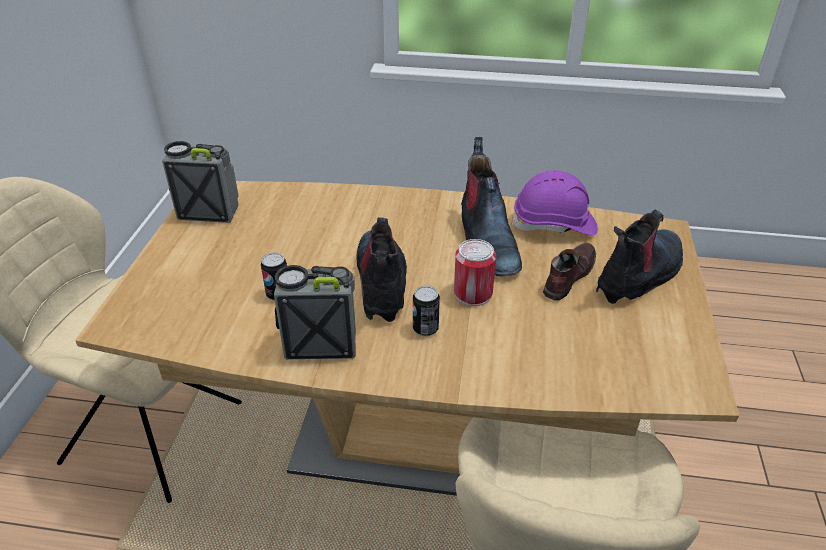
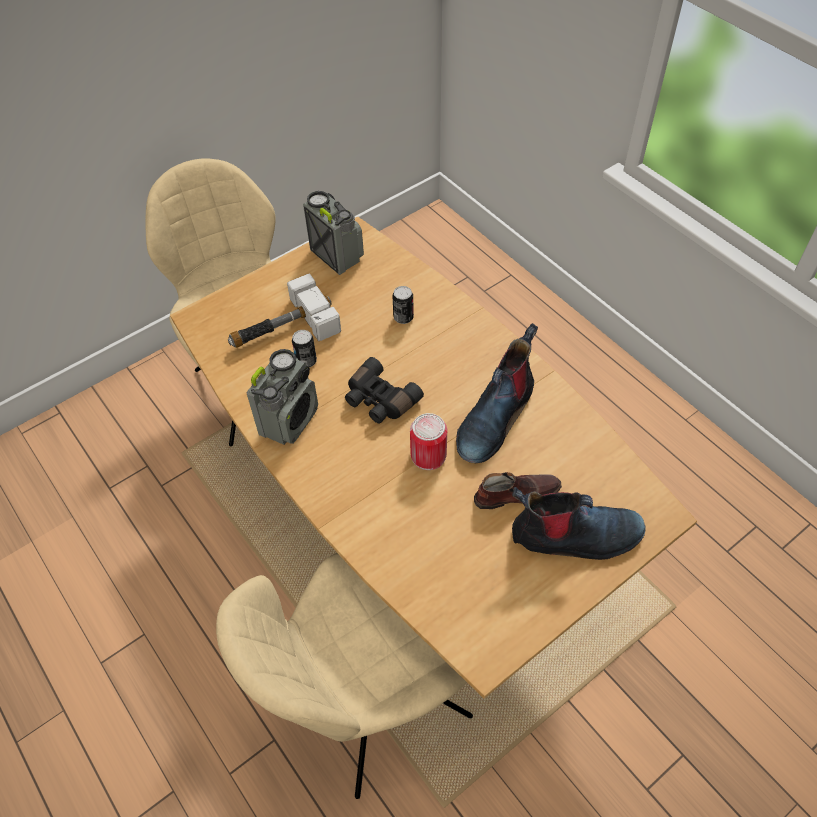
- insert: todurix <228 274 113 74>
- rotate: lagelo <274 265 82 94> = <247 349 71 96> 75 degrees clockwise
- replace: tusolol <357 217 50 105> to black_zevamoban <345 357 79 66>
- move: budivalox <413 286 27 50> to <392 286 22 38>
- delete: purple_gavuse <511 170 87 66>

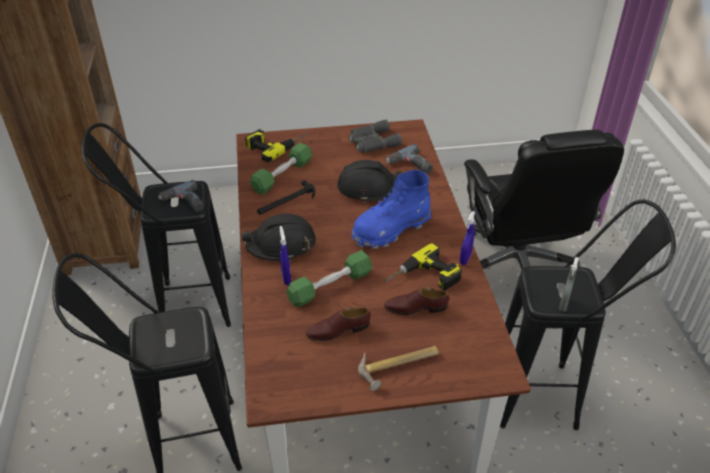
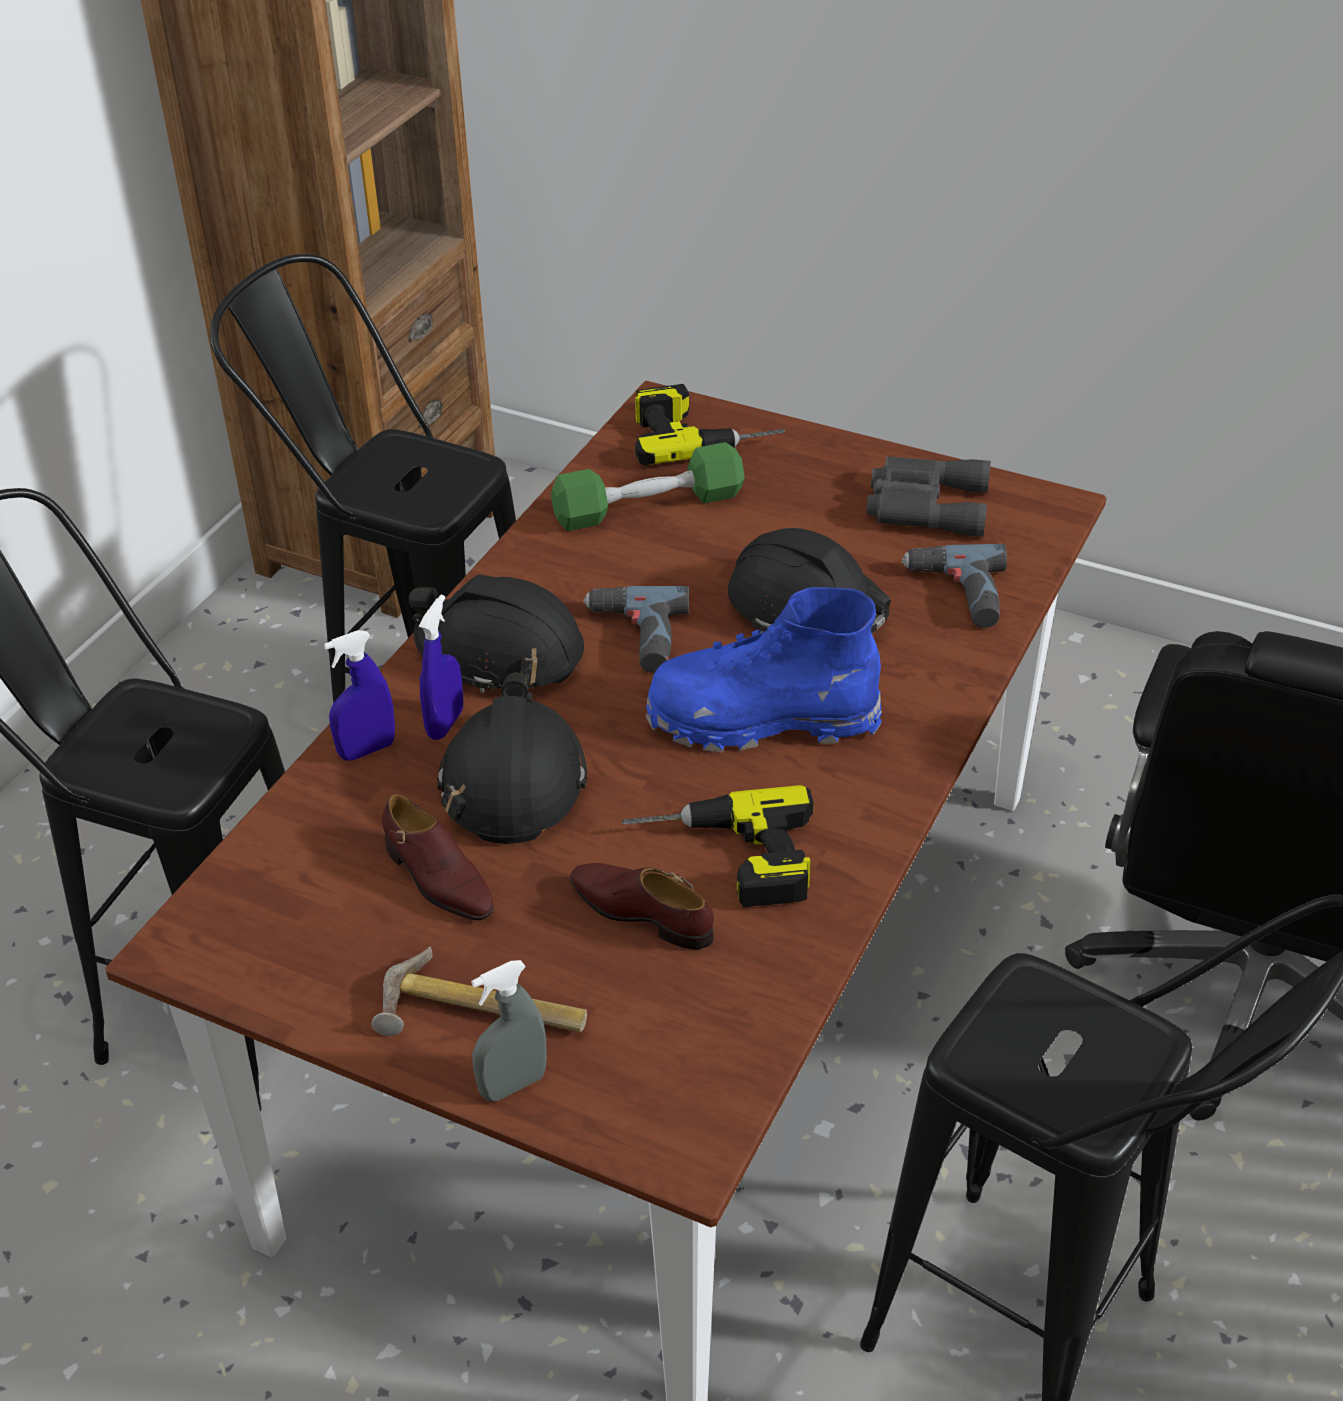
- move: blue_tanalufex <460 211 15 54> to <324 630 71 130>
- rotate: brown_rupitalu <306 307 65 34> = <382 794 112 126> 150 degrees counterclockwise
- replace: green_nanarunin <286 250 86 57> to black_gavuse <437 672 150 172>
- move: grey_tanalufex <559 257 20 55> to <471 960 76 141>
- move: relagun <159 180 45 32> to <583 586 106 87>
- delete: todurix <257 180 58 35>

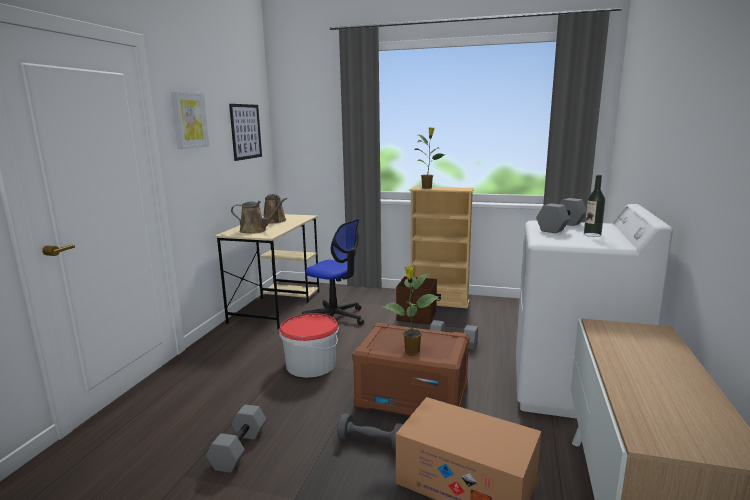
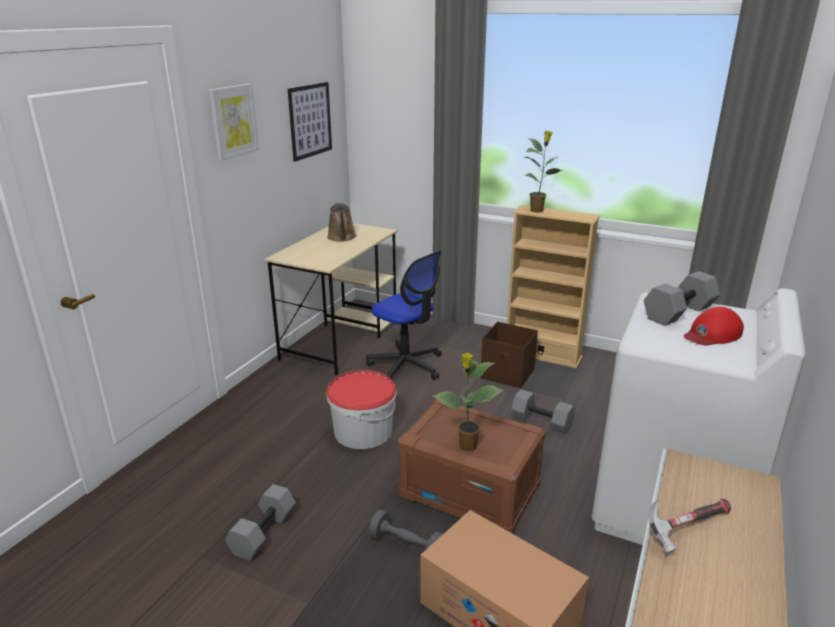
- insert: todurix <649 499 82 55>
- replace: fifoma <584 175 21 62> to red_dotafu <684 306 60 39>
- delete: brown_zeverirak <231 198 56 36>

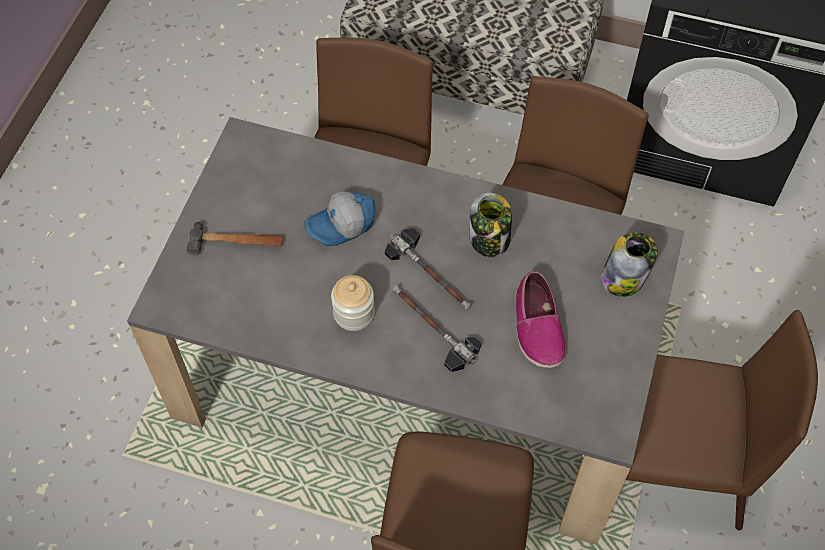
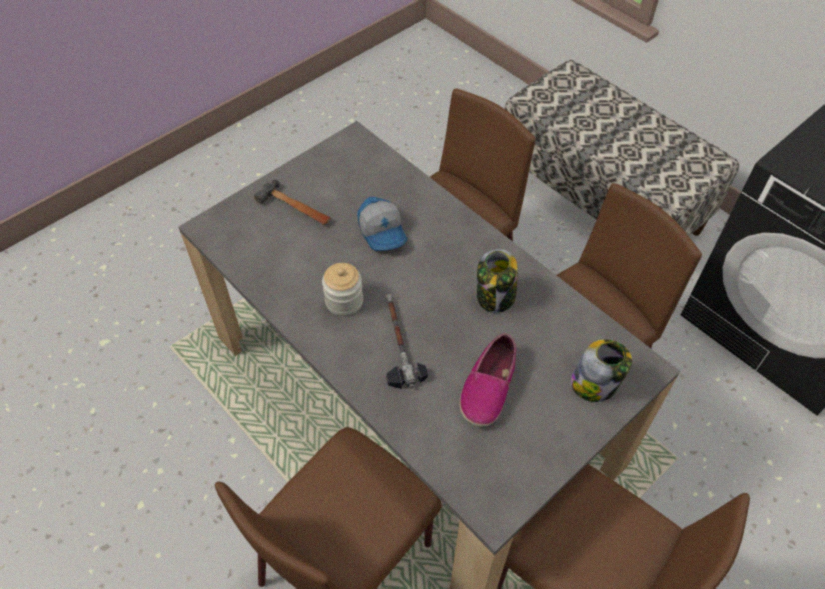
- rotate: dotafu <304 191 72 55> = <357 197 51 54> 120 degrees counterclockwise
- delete: todurix <385 228 87 82>

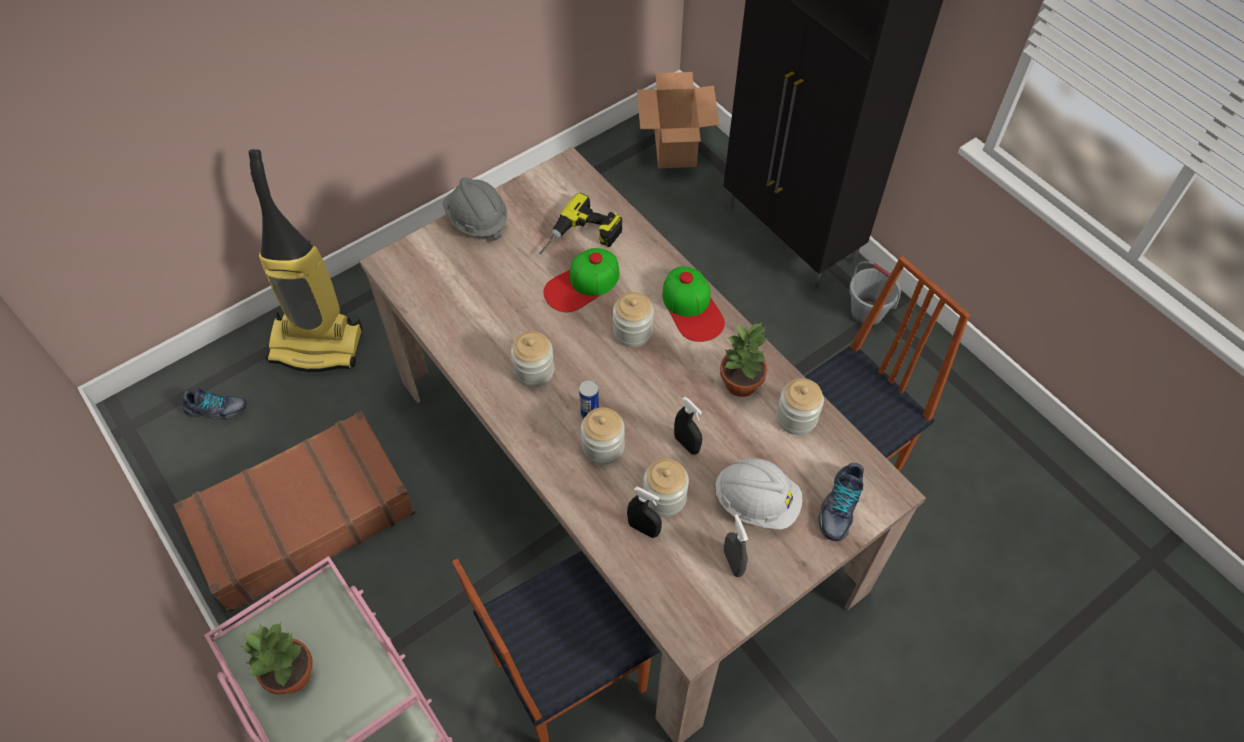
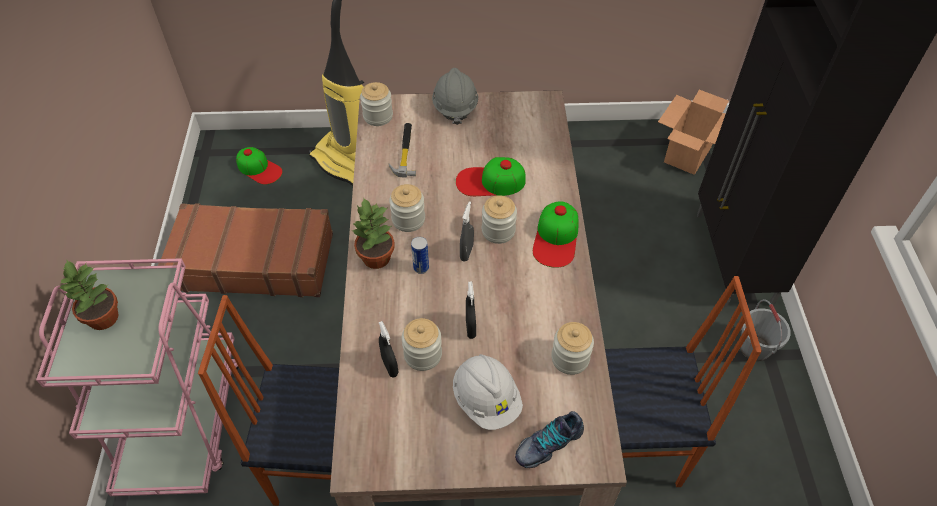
- replace: rupitalu <182 389 64 31> to dotafu <236 147 46 38>
- move: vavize <720 322 48 75> to <351 199 44 70>
- move: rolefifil <581 407 44 58> to <360 82 33 44>
- insert: todurix <389 123 27 55>
- move: grey_tanalufex <724 514 24 63> to <460 201 14 60>
- delete: relagun <539 193 83 62>

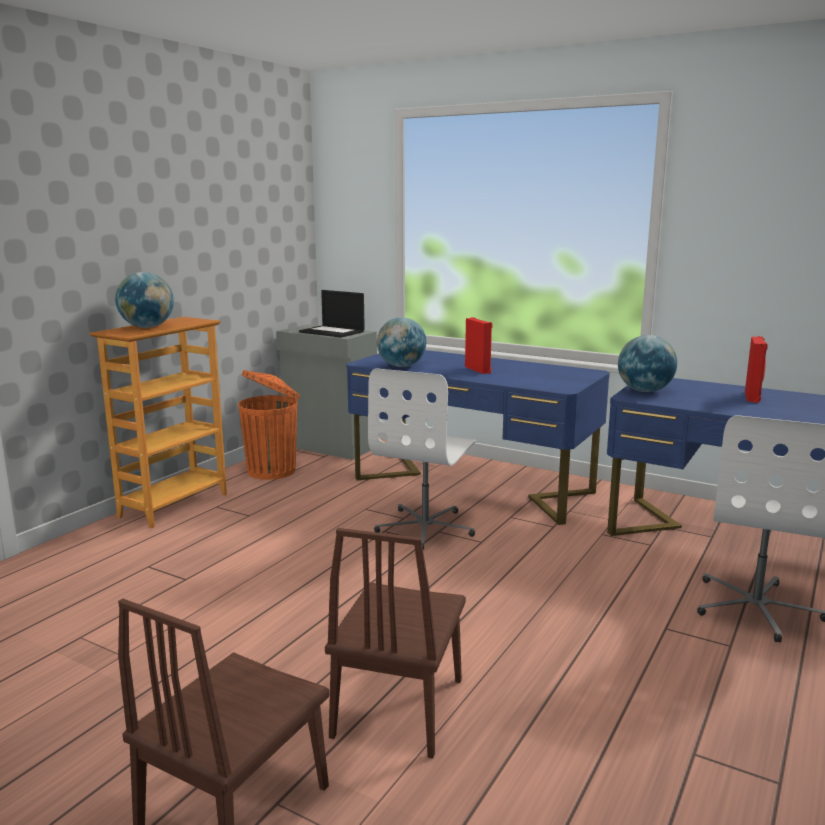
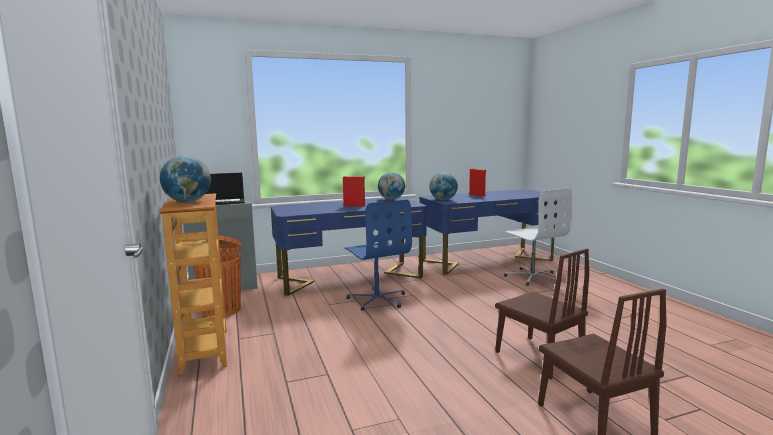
- recolor: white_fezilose <368 368 109 182> to blue_fezilose <344 200 68 111>
- move: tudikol <377 317 49 50> to <378 172 27 28>

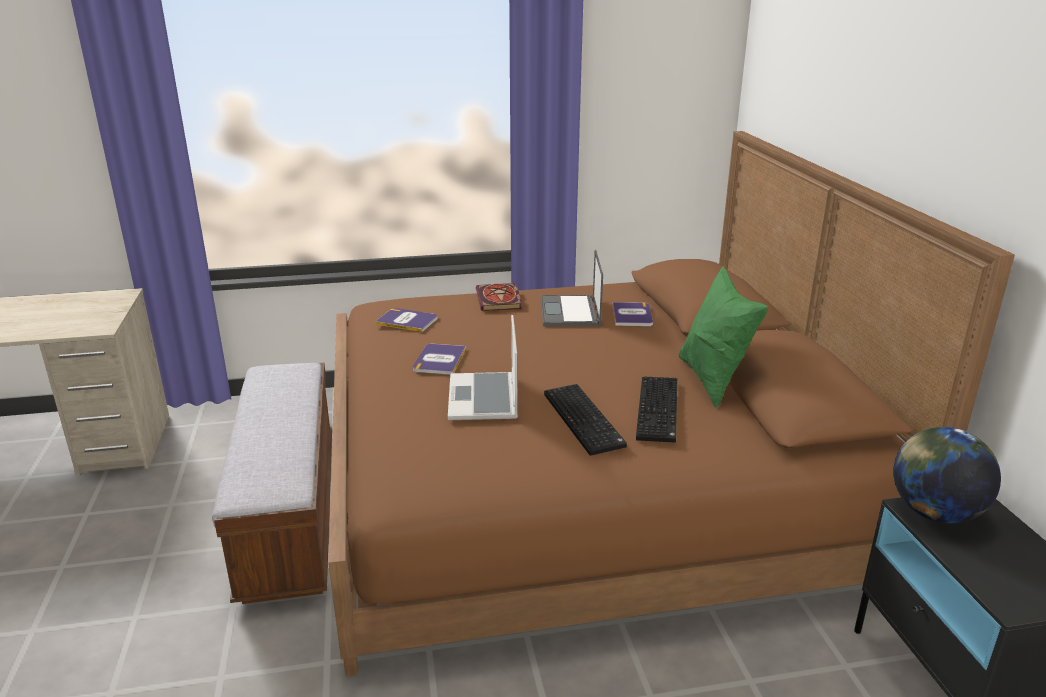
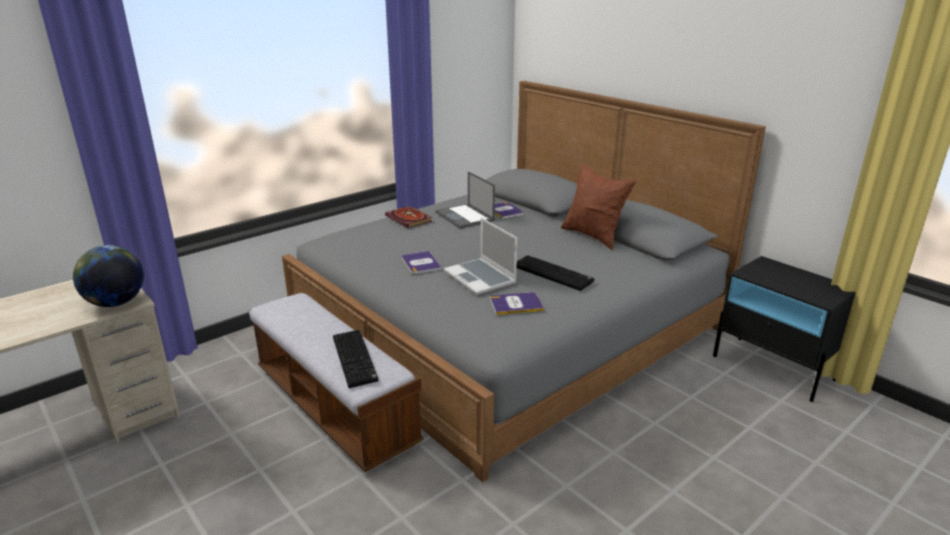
- move: tudikol <893 427 108 97> to <73 245 71 62>
- recolor: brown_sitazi <328 131 687 545> to grey_sitazi <282 81 484 401>
- move: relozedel <636 377 41 65> to <333 330 45 58>
- move: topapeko <375 308 63 24> to <490 292 54 23>
- recolor: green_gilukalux <678 266 90 142> to brown_gilukalux <561 164 75 86>

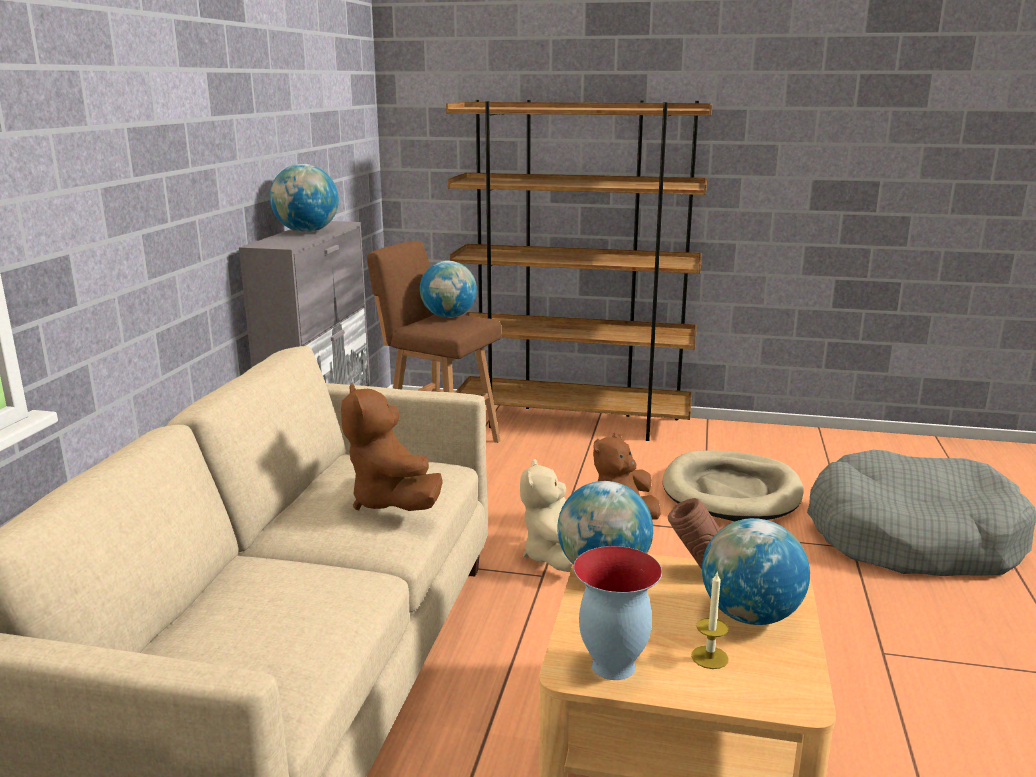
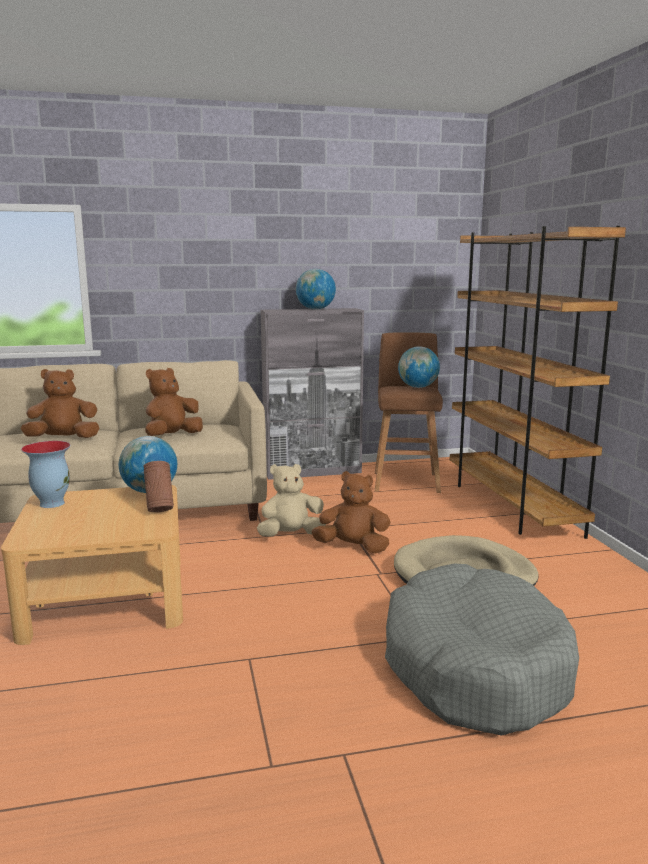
- insert: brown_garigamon <21 369 79 69>
- delete: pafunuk <691 571 38 98>
- delete: tudikol <702 518 108 107>

